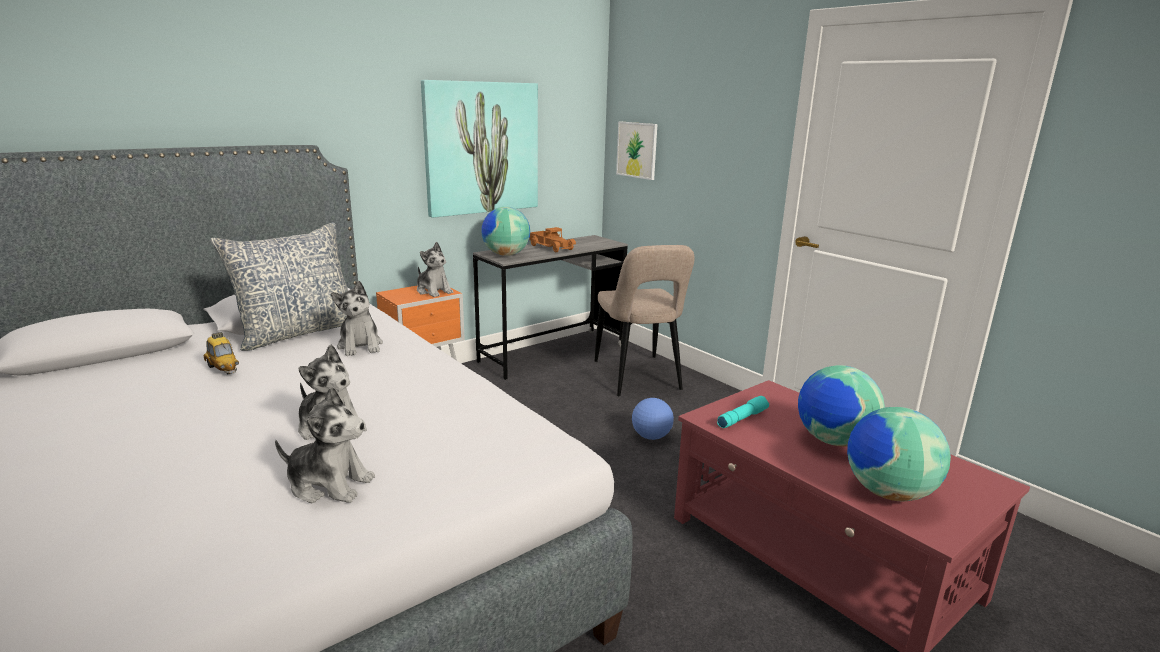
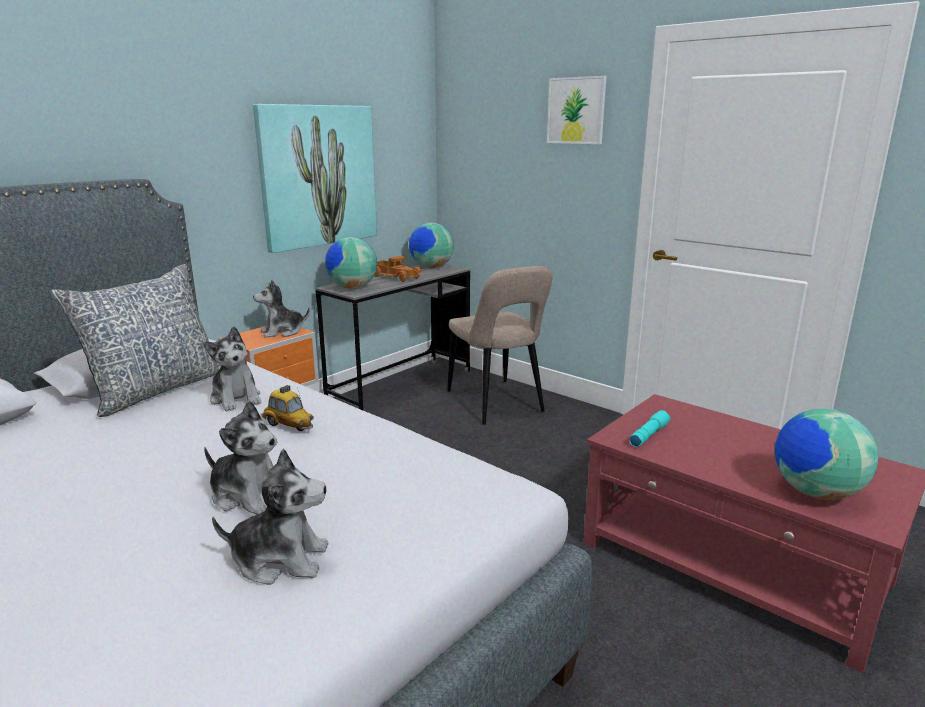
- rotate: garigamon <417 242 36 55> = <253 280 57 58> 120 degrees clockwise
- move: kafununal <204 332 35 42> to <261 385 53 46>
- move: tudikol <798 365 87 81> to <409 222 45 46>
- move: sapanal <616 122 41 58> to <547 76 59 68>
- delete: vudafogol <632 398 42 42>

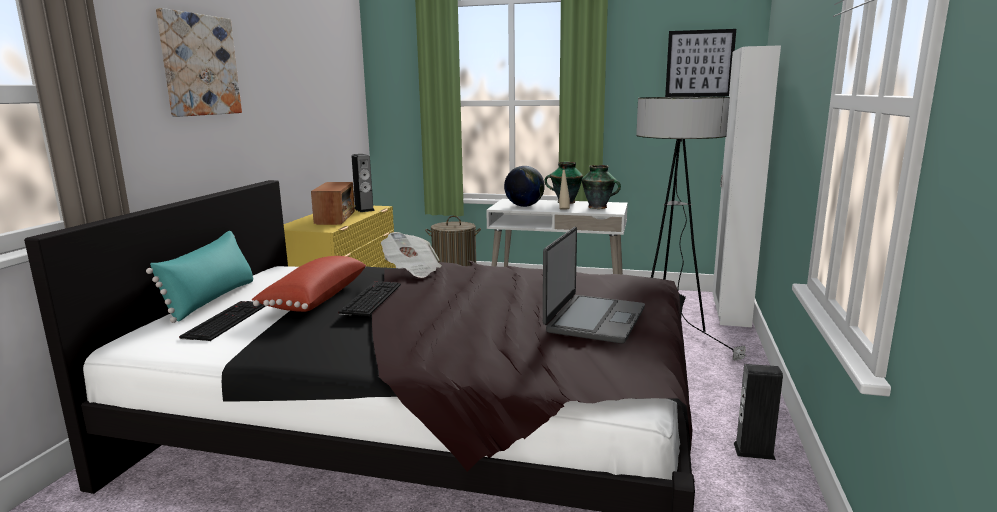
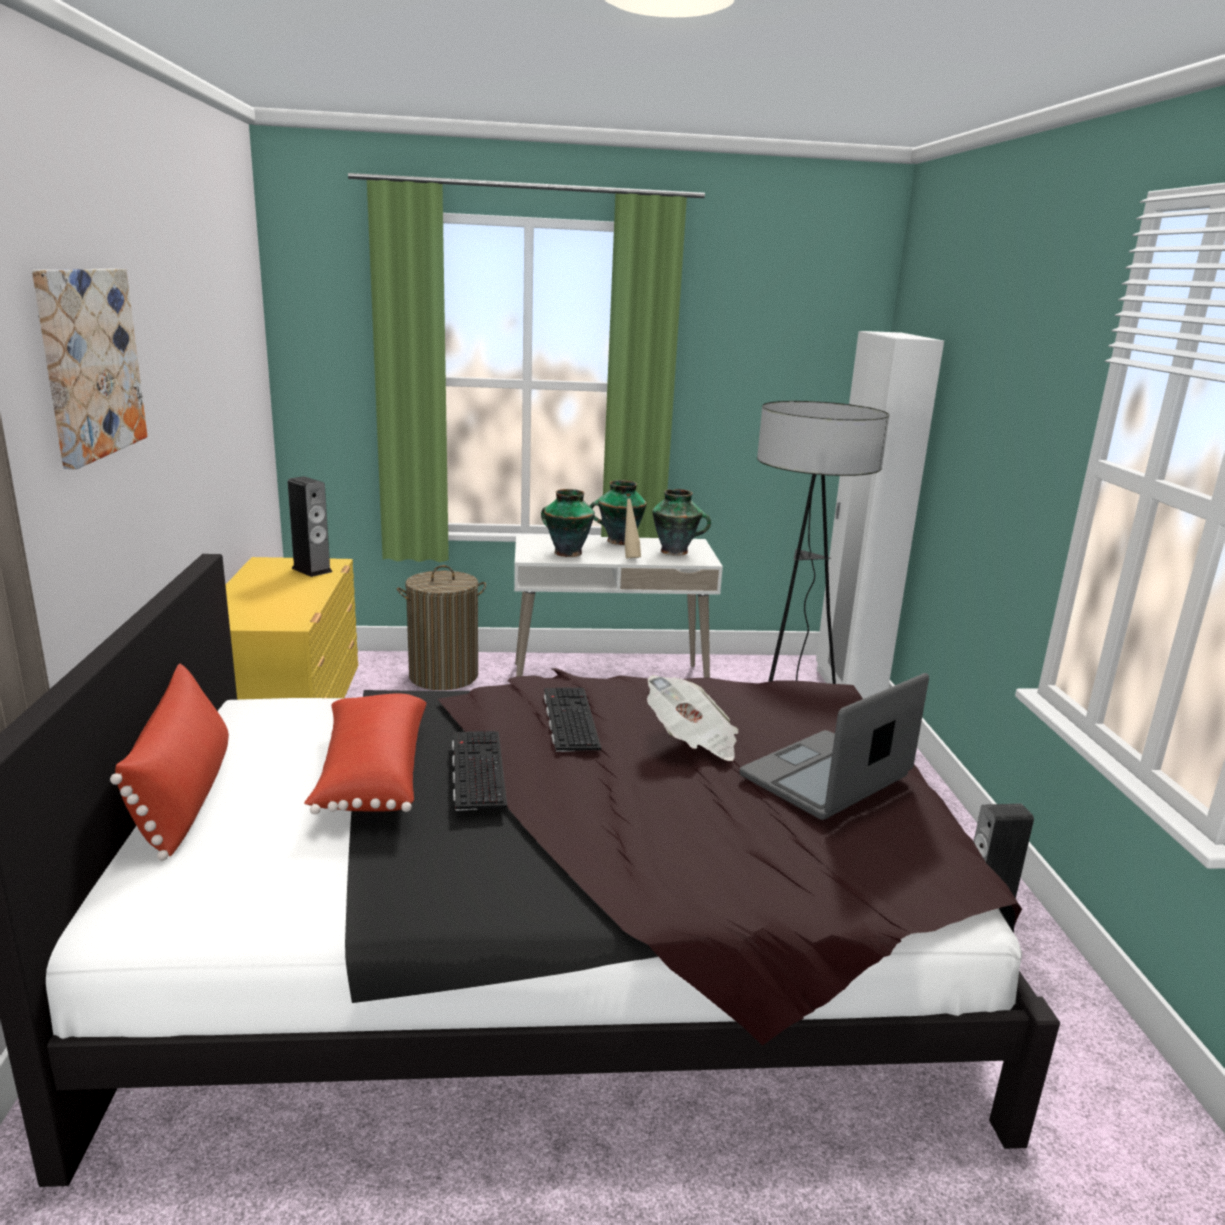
- recolor: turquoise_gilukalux <146 231 107 92> to red_gilukalux <110 664 119 197>
- replace: tudikol <504 166 41 41> to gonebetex <541 489 54 68>
- move: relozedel <179 301 87 40> to <544 687 57 65>
- move: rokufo <381 232 61 46> to <647 675 91 86>
- rotate: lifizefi <543 227 102 116> = <739 673 190 147> 135 degrees counterclockwise
- delete: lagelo <311 182 44 43>
- delete: sapanal <665 29 71 68>

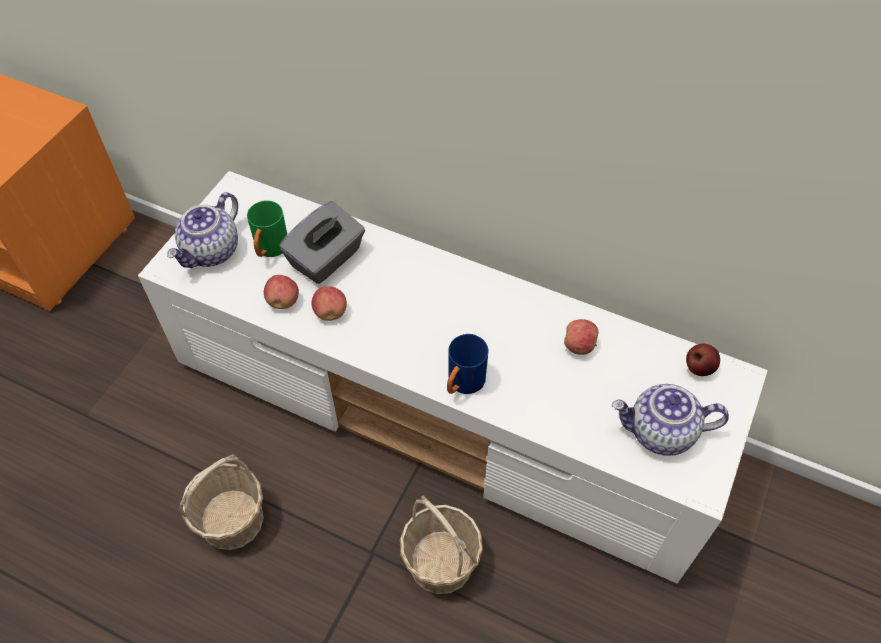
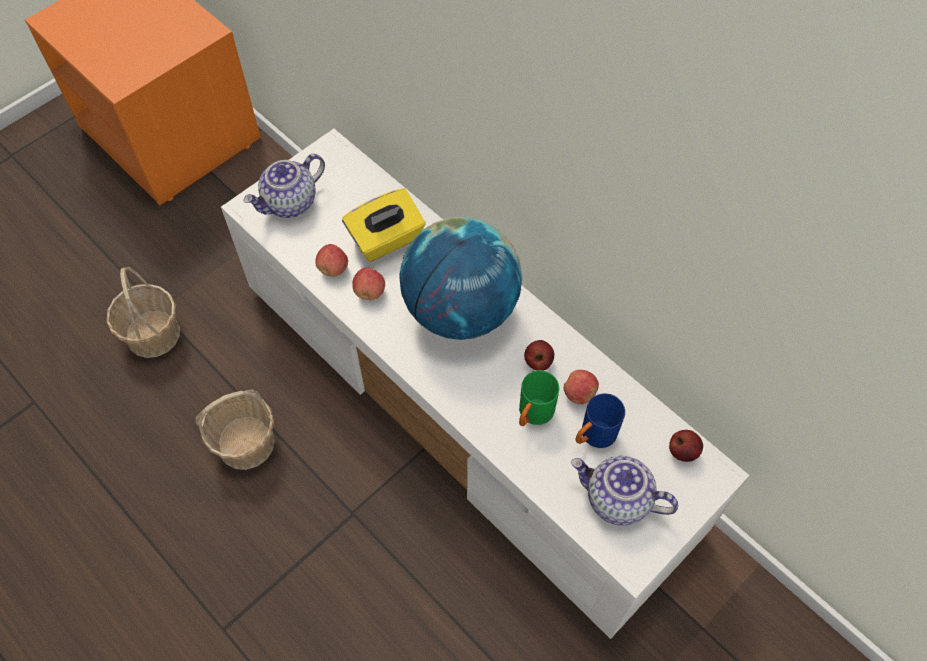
- move: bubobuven <400 496 83 98> to <107 267 73 91>
- recolor: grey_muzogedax <279 201 86 83> to yellow_muzogedax <342 188 84 74>
- insert: tudikol <399 217 123 123>
- move: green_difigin <247 200 40 57> to <519 370 40 56>
- insert: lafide <524 340 30 31>
- move: blue_difigin <447 334 42 60> to <576 394 49 54>

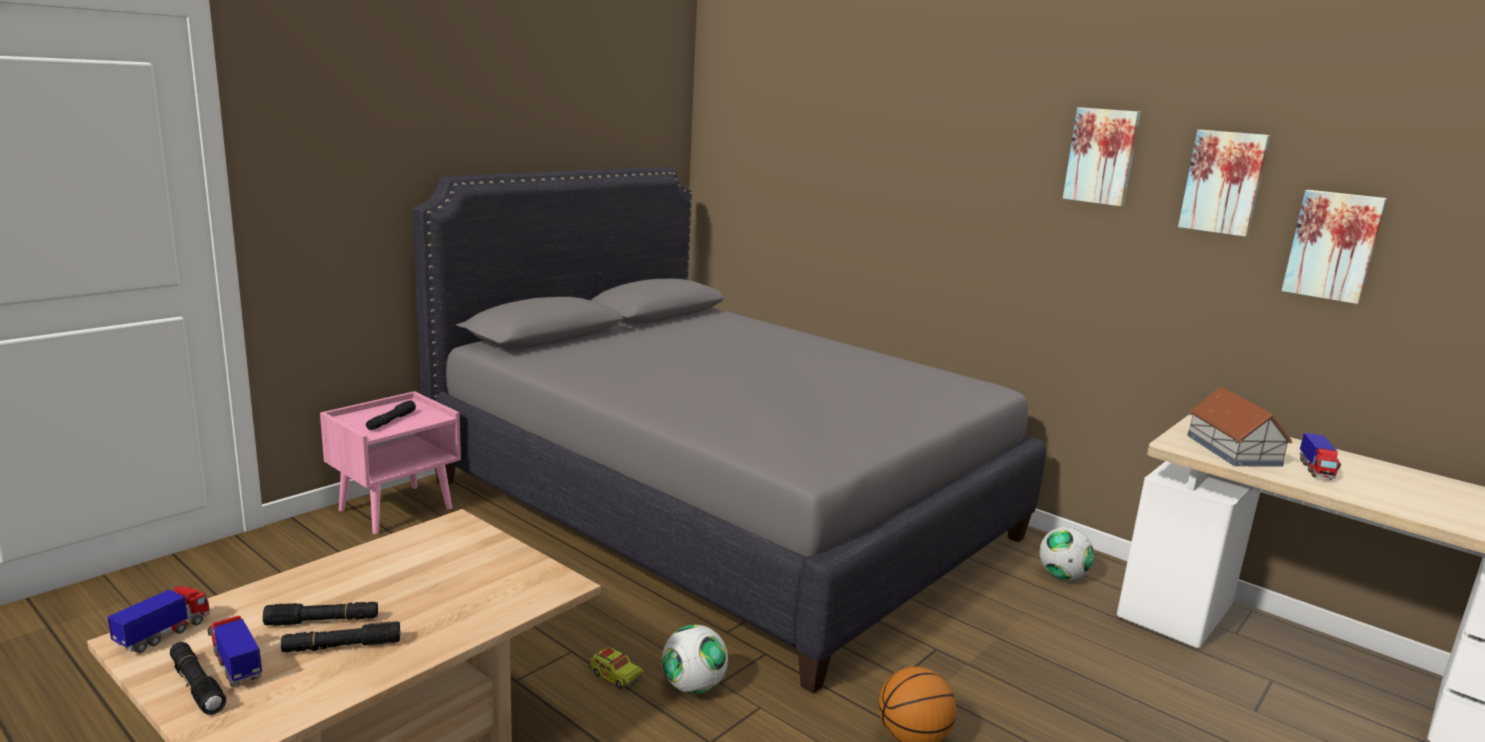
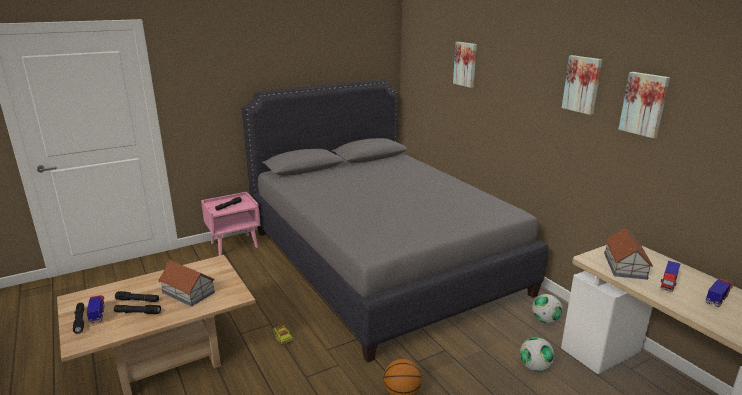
- insert: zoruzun <158 260 57 46>
- move: sapanal <1282 190 105 114> to <453 42 24 46>
- move: vudafogol <662 625 66 69> to <520 337 34 35>
- move: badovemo <107 586 103 67> to <706 278 27 29>

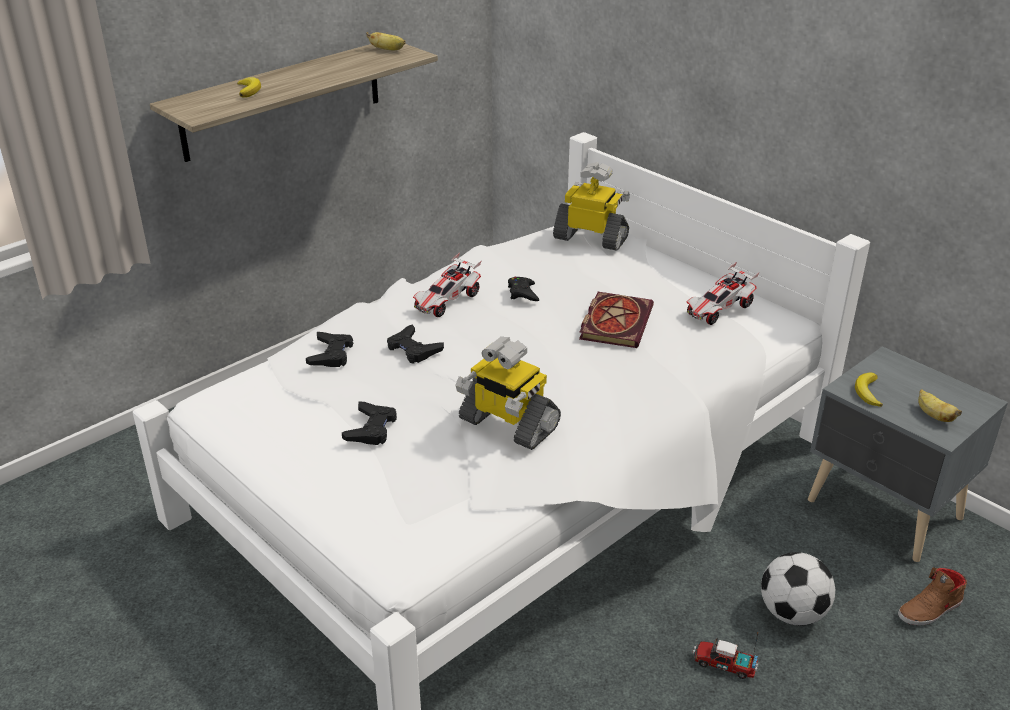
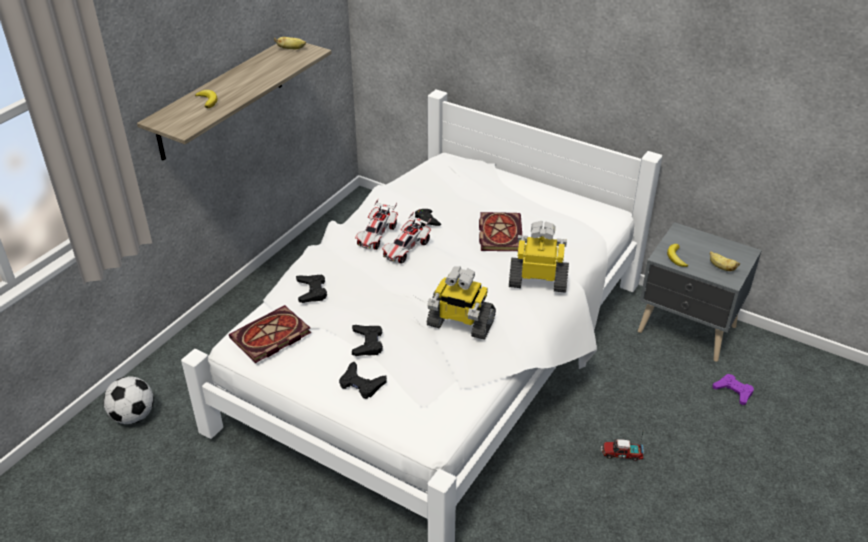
- move: vudafogol <761 552 74 74> to <103 376 51 48>
- insert: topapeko <229 305 82 58>
- move: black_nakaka <387 324 57 40> to <339 362 48 37>
- move: kafununal <686 262 73 63> to <382 212 49 52>
- move: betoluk <553 162 77 89> to <509 221 60 72>
- replace: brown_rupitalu <898 567 69 59> to purple_nakaka <713 374 41 31>

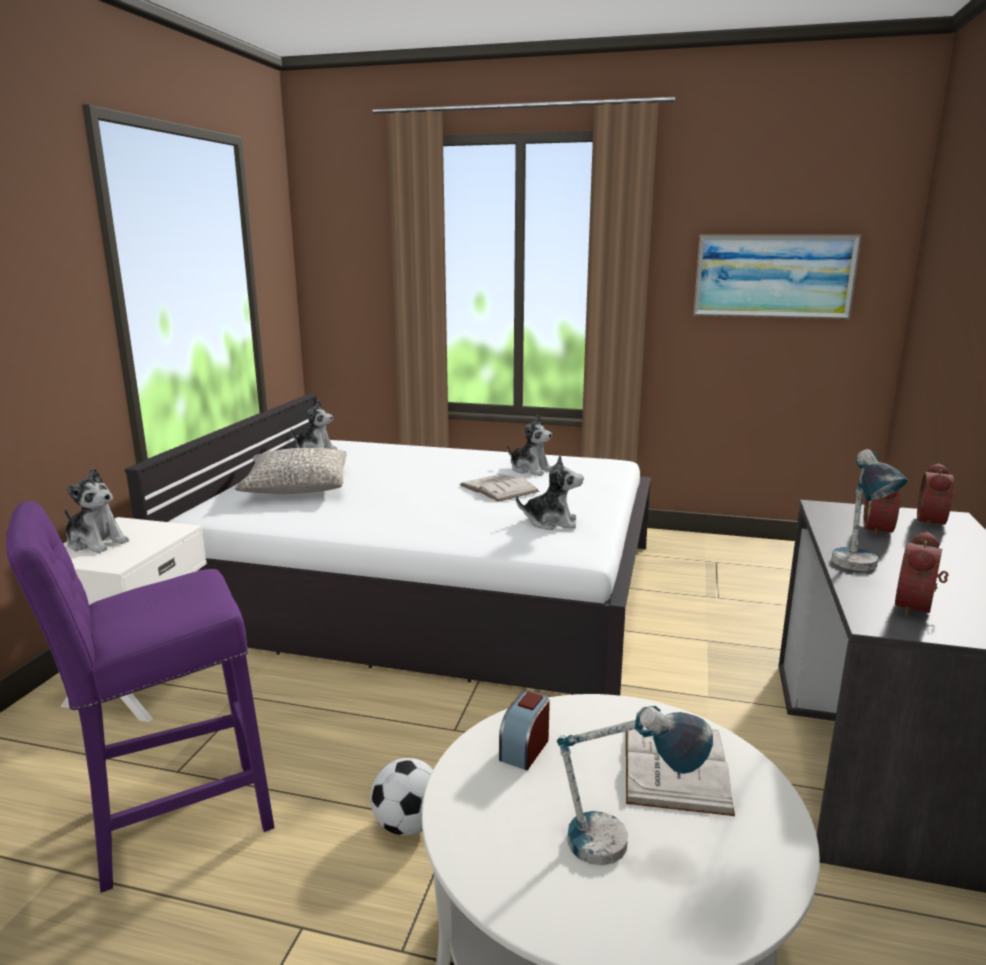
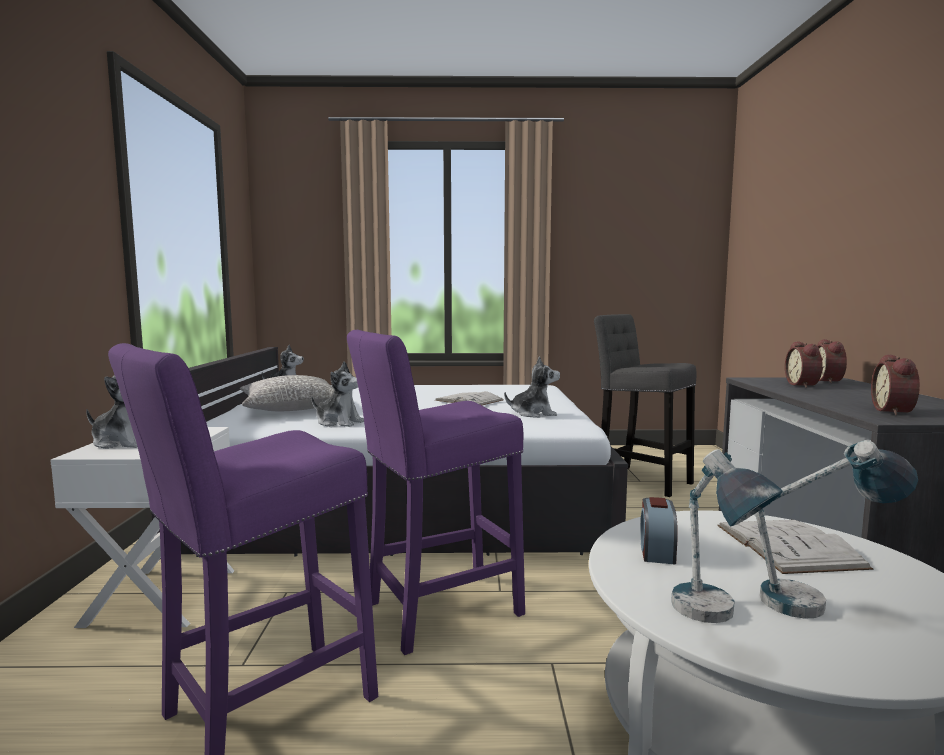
- move: garigamon <507 415 45 61> to <311 361 53 66>
- insert: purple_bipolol <347 330 178 325>
- insert: grey_bipolol <594 314 103 183>
- move: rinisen <832 449 76 122> to <671 449 112 174>
- delete: vudafogol <370 758 63 78>
- delete: sapanal <693 235 168 84>

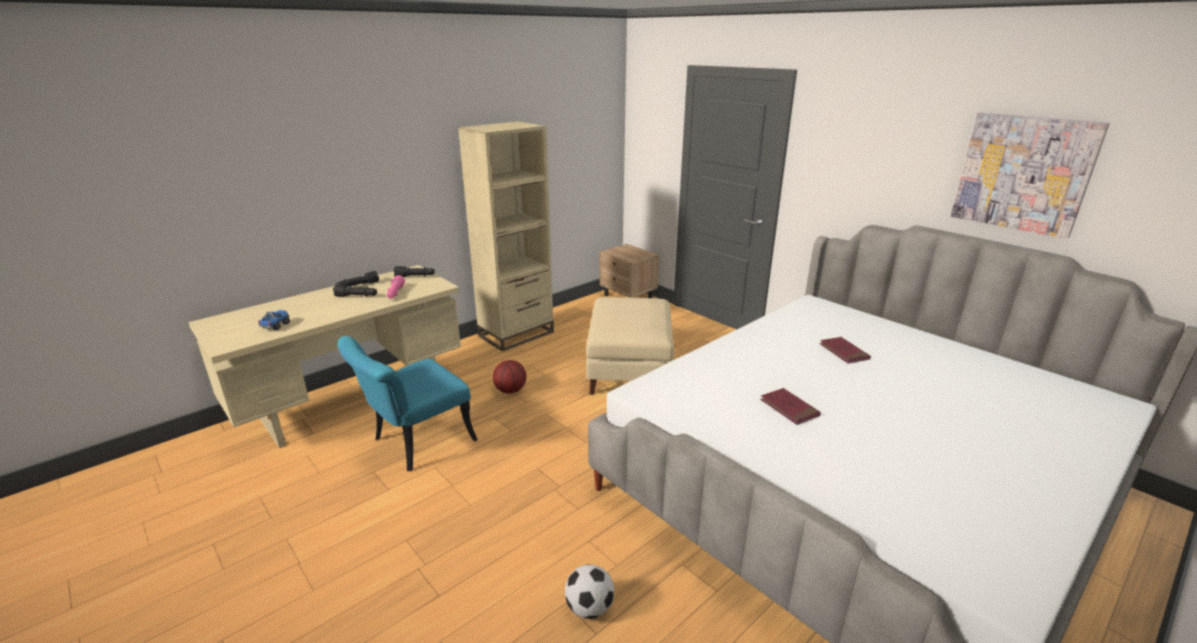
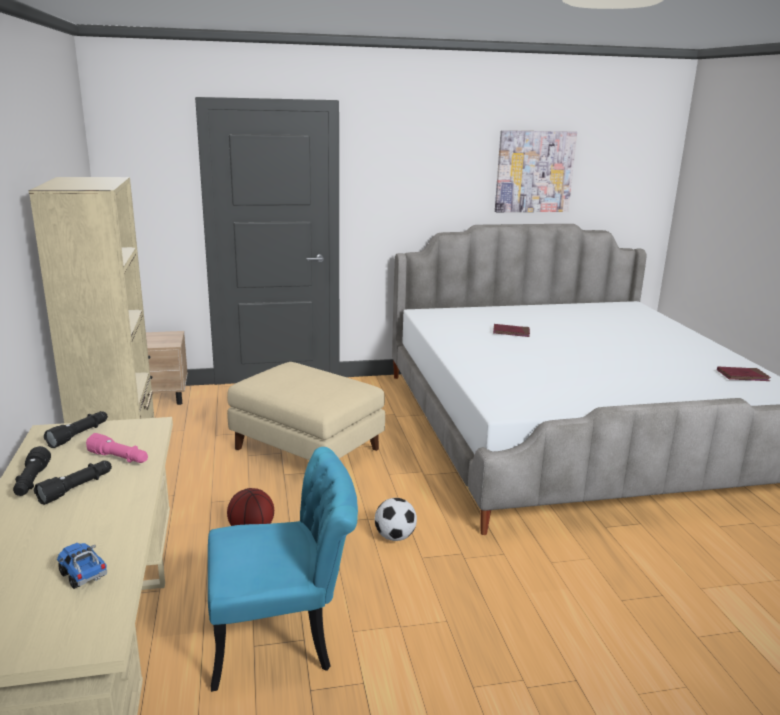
- rotate: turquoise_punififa <337 336 141 135> = <208 447 150 245> 90 degrees counterclockwise
- move: vudafogol <565 564 49 55> to <375 498 42 43>
- move: red_topapeko <760 388 61 37> to <717 367 54 14>

